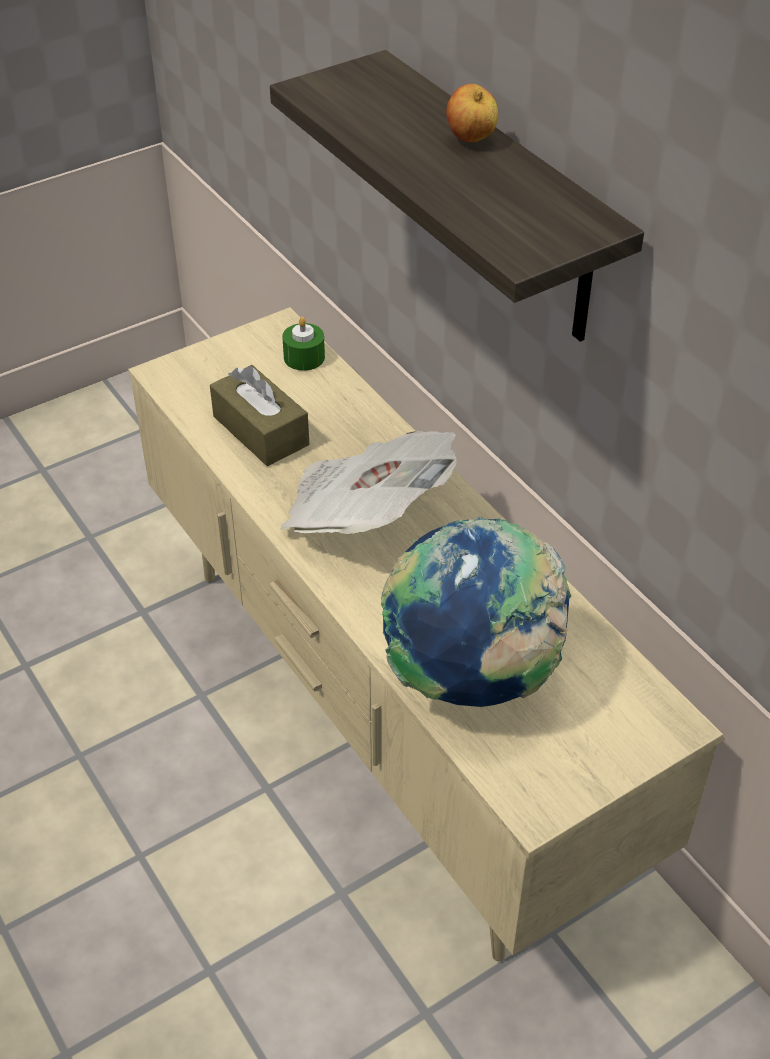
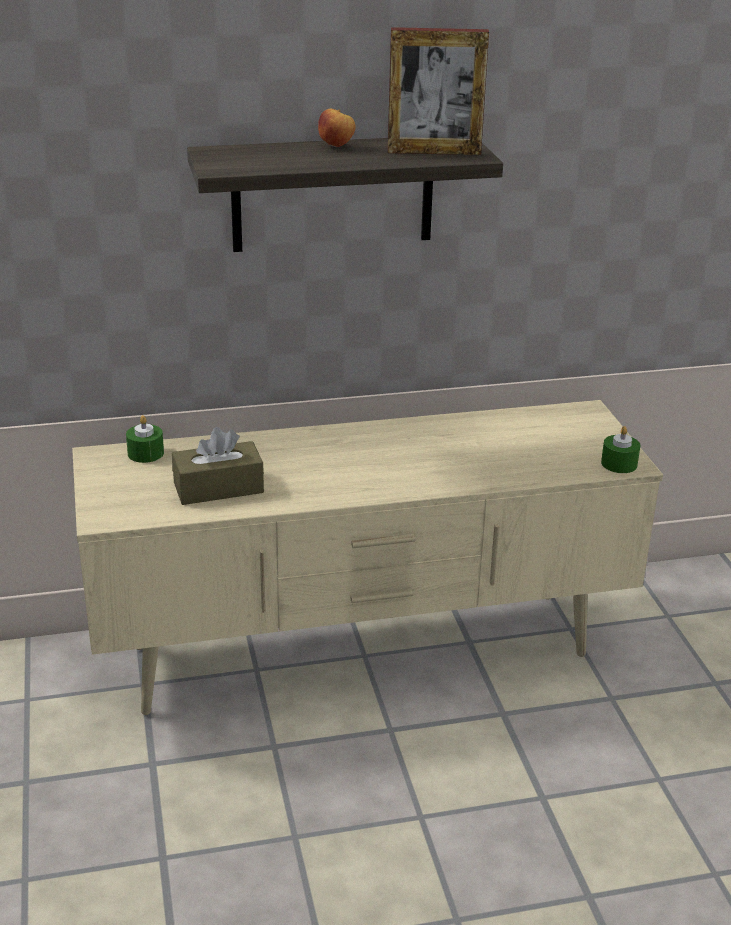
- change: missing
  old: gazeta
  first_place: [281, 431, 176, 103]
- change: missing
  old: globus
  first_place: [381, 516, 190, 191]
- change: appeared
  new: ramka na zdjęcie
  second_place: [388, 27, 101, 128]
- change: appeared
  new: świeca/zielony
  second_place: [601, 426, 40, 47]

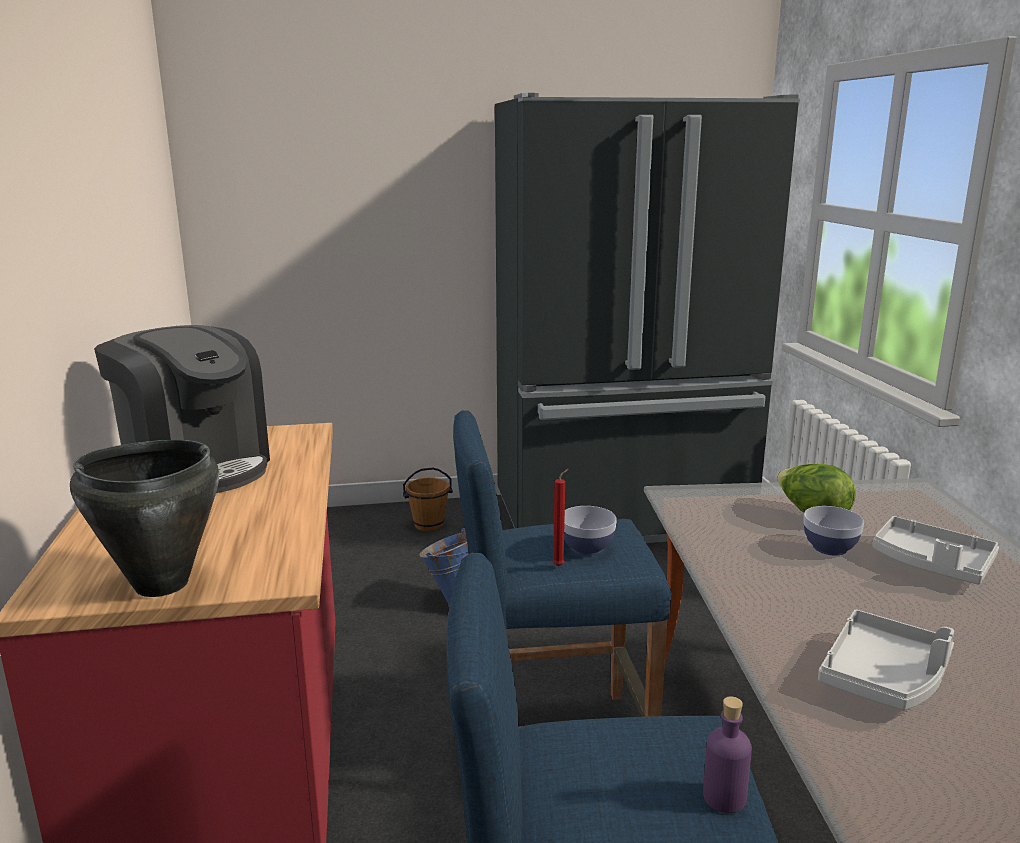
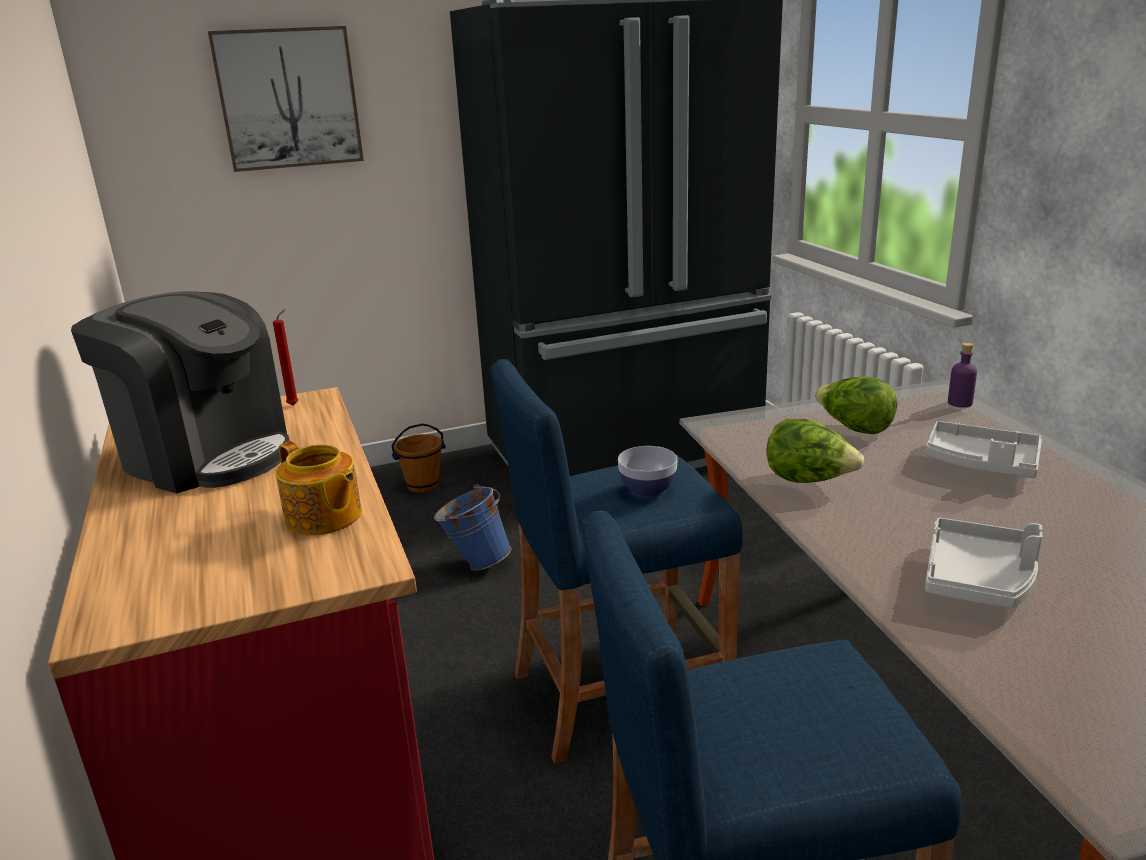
- change: missing
  old: garnek/czarny
  first_place: [70, 440, 149, 157]
- change: missing
  old: miska
  first_place: [804, 506, 60, 50]
- change: appeared
  new: obraz
  second_place: [208, 26, 156, 146]
- change: appeared
  new: imbryk
  second_place: [276, 441, 86, 95]
- change: appeared
  new: sałata
  second_place: [767, 419, 97, 64]
- change: relocated
  old: świeca/czerwony
  first_place: [552, 468, 17, 98]
  second_place: [273, 309, 25, 96]
- change: relocated
  old: butelka/fioletowy
  first_place: [703, 696, 49, 117]
  second_place: [948, 343, 29, 65]

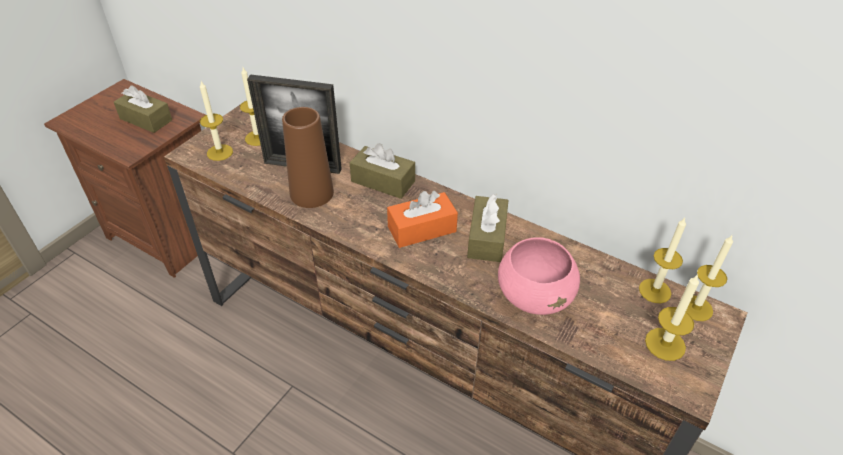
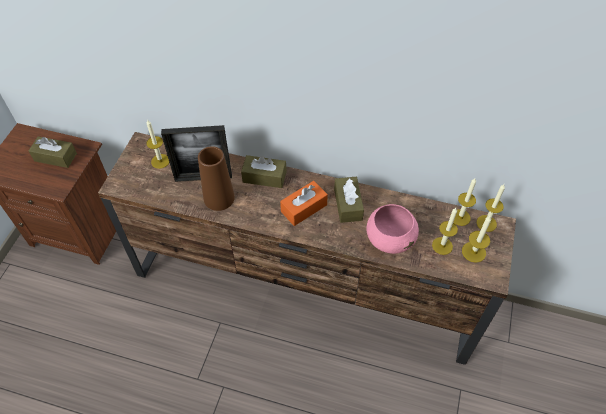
- change: relocated
  old: świeca
  first_place: [200, 81, 33, 80]
  second_place: [432, 208, 26, 47]

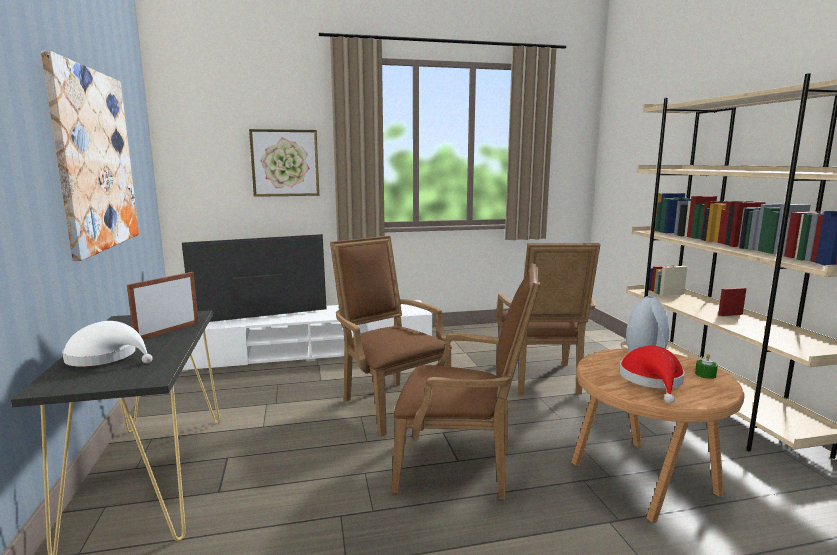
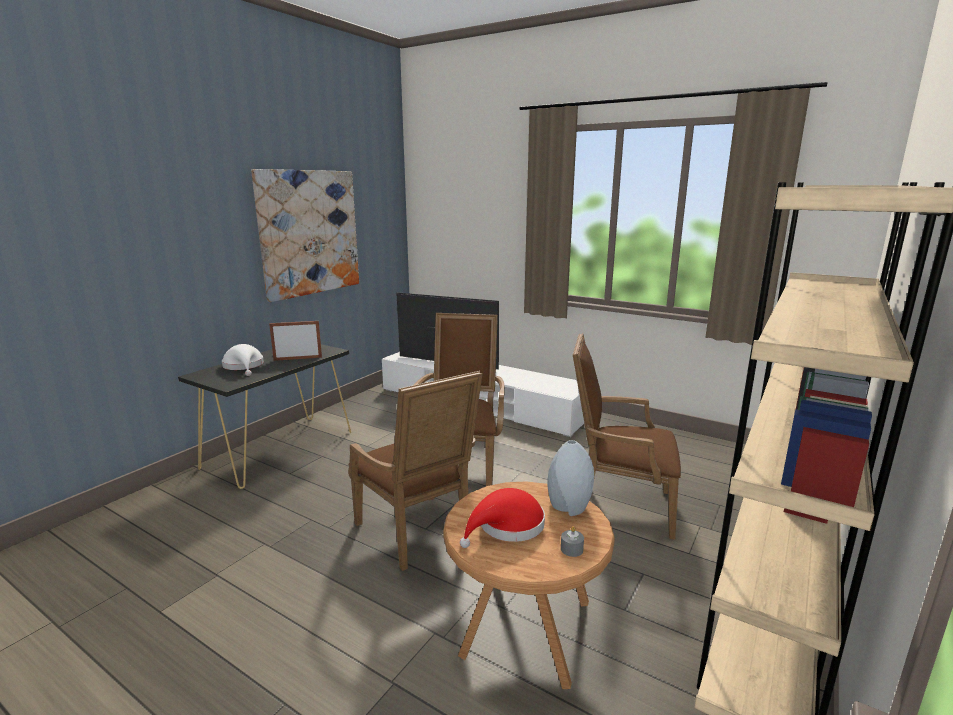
- change: missing
  old: obraz
  first_place: [249, 129, 70, 68]
- change: colour
  old: świeca/zielony
  new: świeca/szary
  first_place: [695, 354, 23, 25]
  second_place: [561, 526, 23, 31]
- change: spun
  old: fotel/brązowy
  first_place: [496, 243, 104, 152]
  second_place: [573, 333, 108, 207]
  degrees: 60

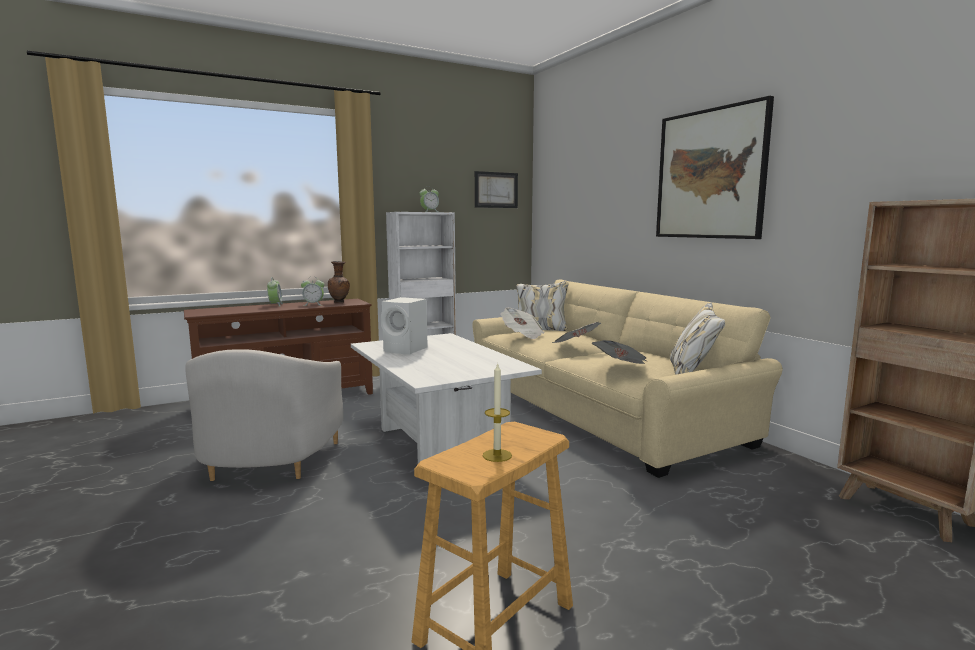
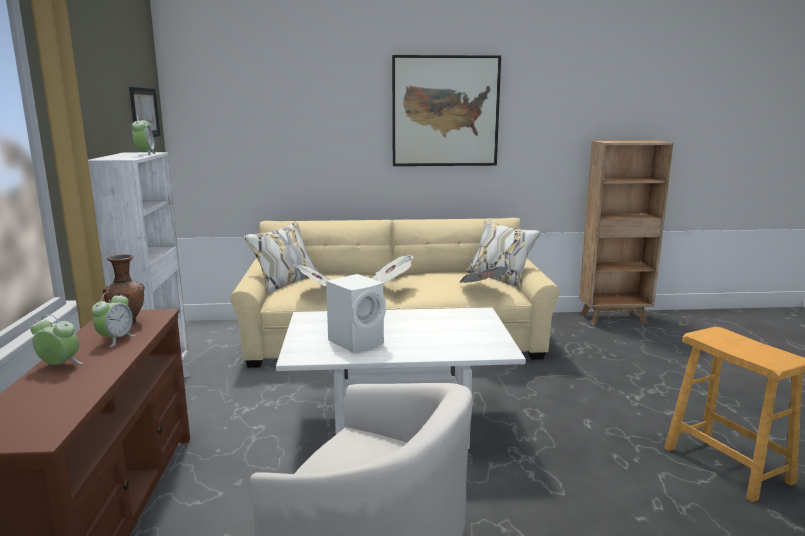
- change: missing
  old: świeca
  first_place: [483, 362, 29, 100]

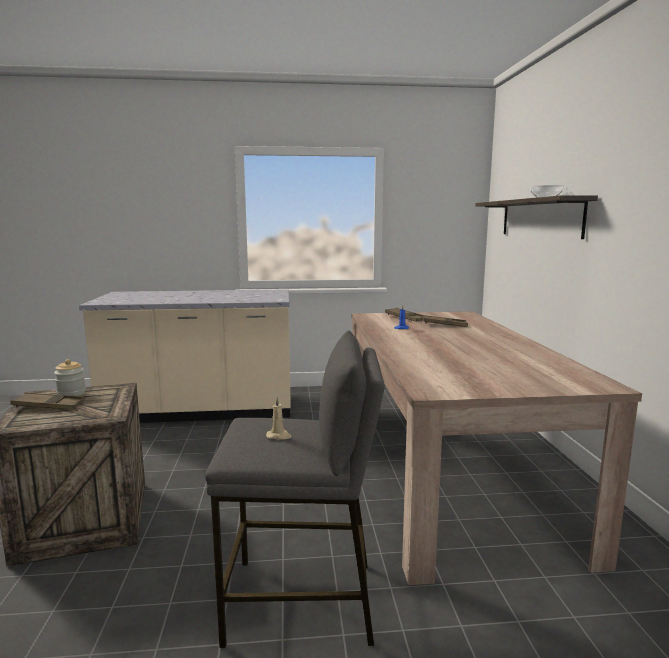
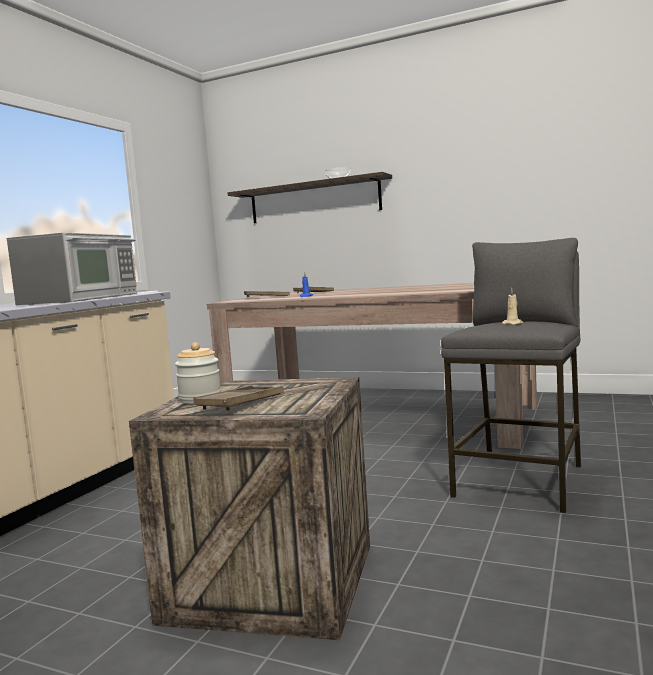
- change: appeared
  new: mikrofalówka
  second_place: [7, 233, 130, 72]

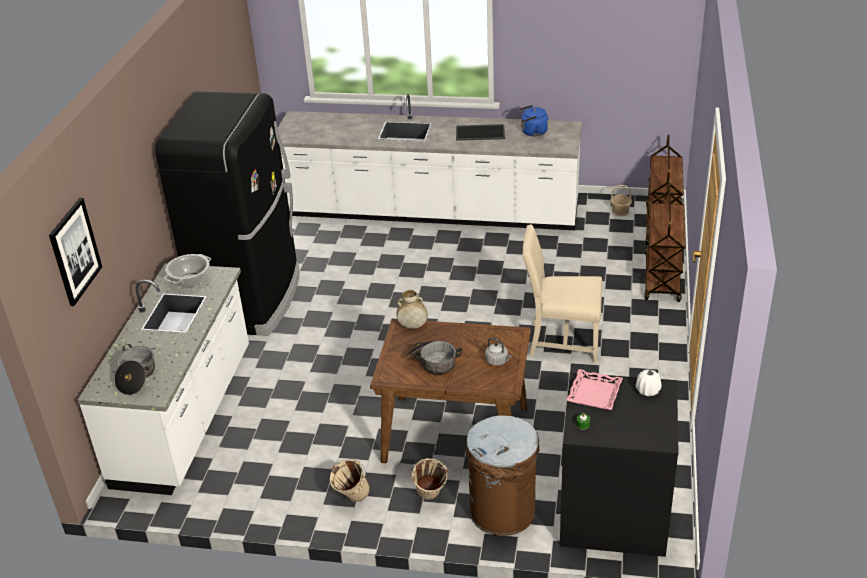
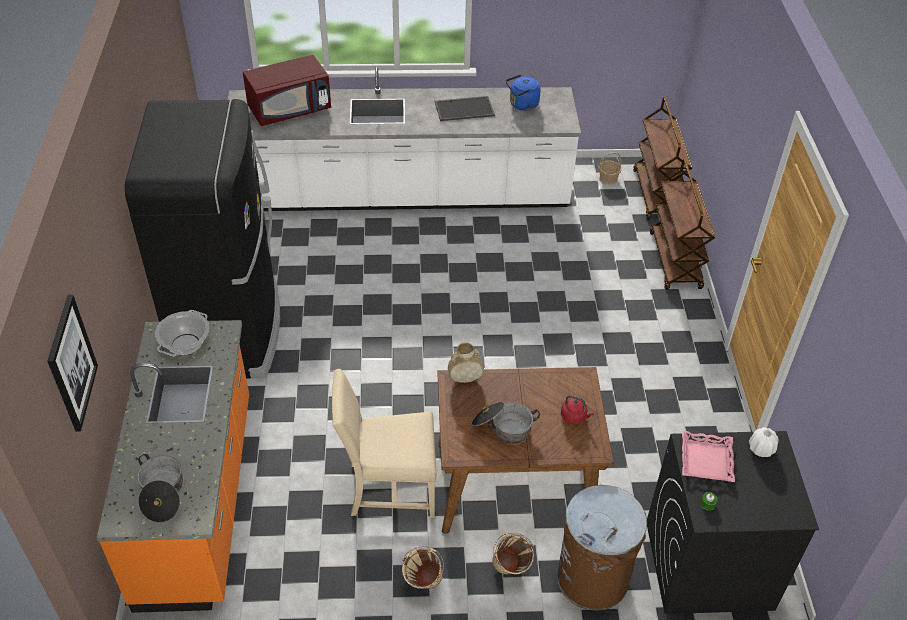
- change: appeared
  new: mikrofalówka/czerwony
  second_place: [243, 55, 88, 71]
- change: relocated
  old: krzesło/beżowy
  first_place: [522, 224, 80, 138]
  second_place: [332, 369, 105, 149]
- change: colour
  old: zabudowa kuchenna/biały
  new: zabudowa kuchenna/pomarańczowy
  first_place: [78, 263, 171, 232]
  second_place: [97, 320, 152, 293]
- change: colour
  old: czajnik/szary
  new: czajnik/czerwony
  first_place: [485, 338, 27, 28]
  second_place: [561, 395, 33, 29]

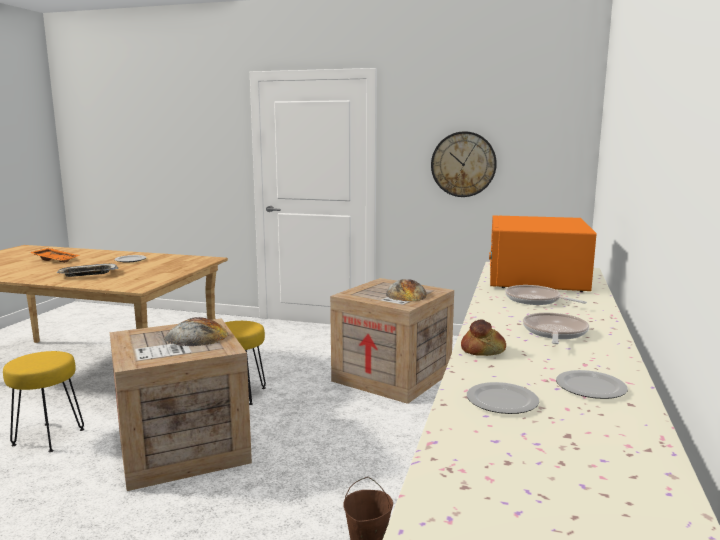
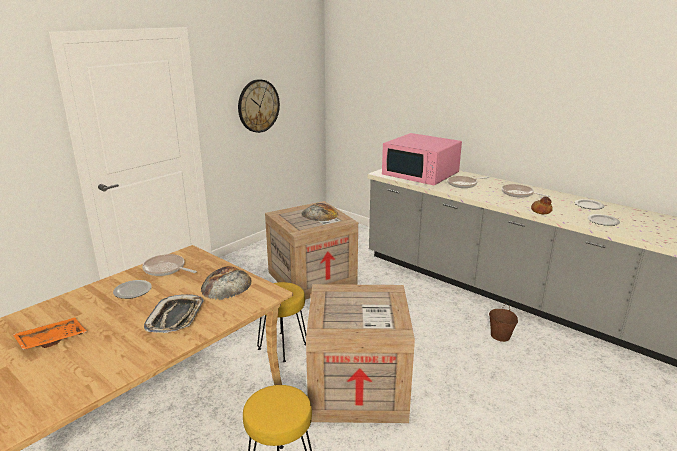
- change: appeared
  new: patelnia
  second_place: [142, 254, 55, 22]
- change: relocated
  old: chleb
  first_place: [164, 317, 64, 29]
  second_place: [201, 266, 51, 34]
- change: colour
  old: mikrofalówka/pomarańczowy
  new: mikrofalówka/różowy
  first_place: [489, 215, 107, 77]
  second_place: [382, 133, 80, 52]

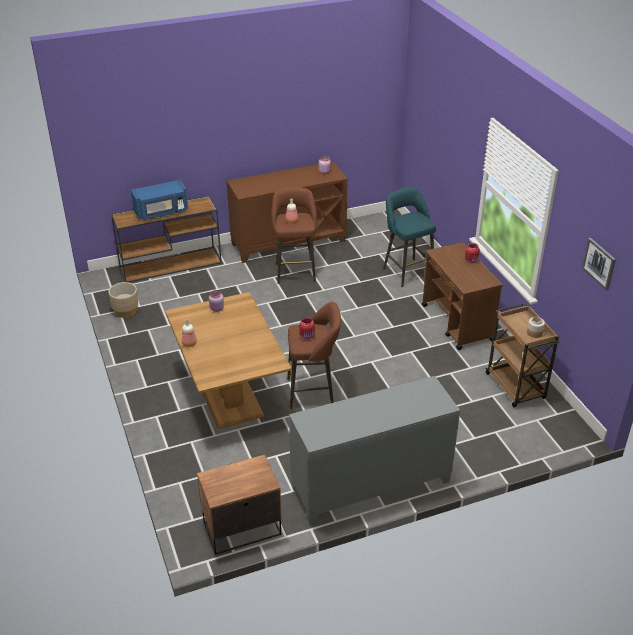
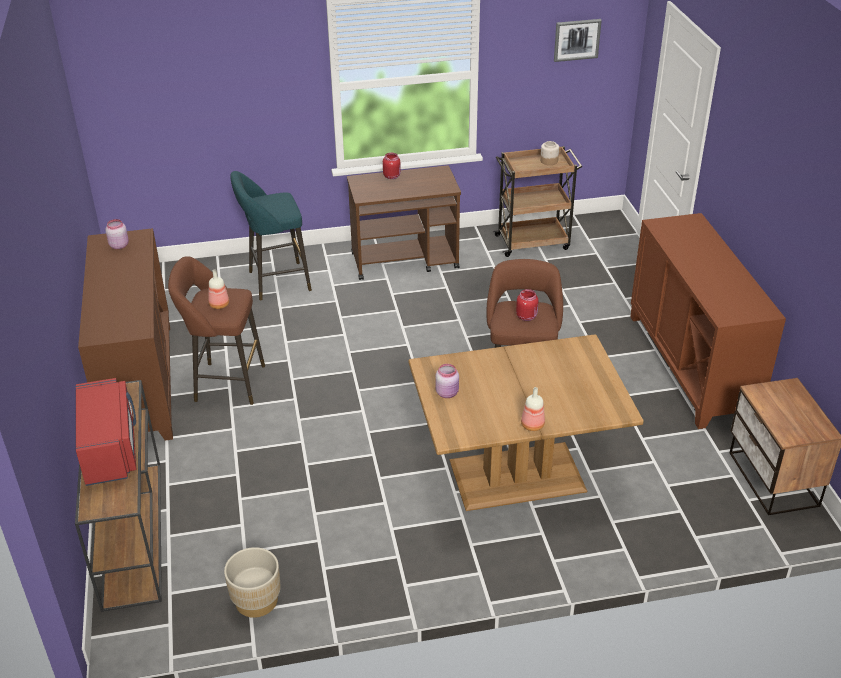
- change: colour
  old: mikrofalówka/niebieski
  new: mikrofalówka/czerwony
  first_place: [131, 180, 57, 40]
  second_place: [76, 378, 60, 108]
- change: colour
  old: szafka/szary
  new: szafka/brązowy
  first_place: [289, 376, 171, 148]
  second_place: [630, 213, 156, 216]

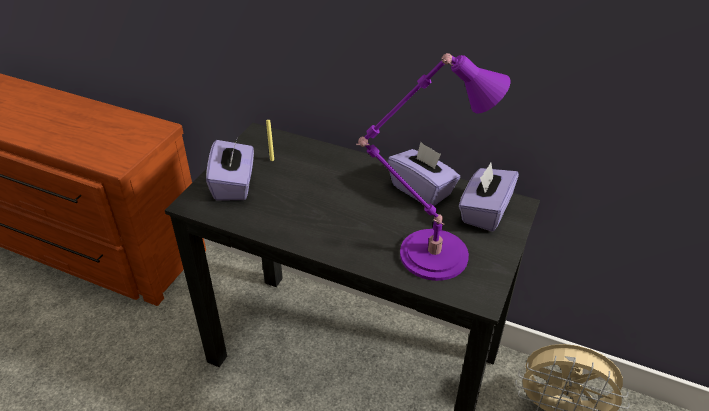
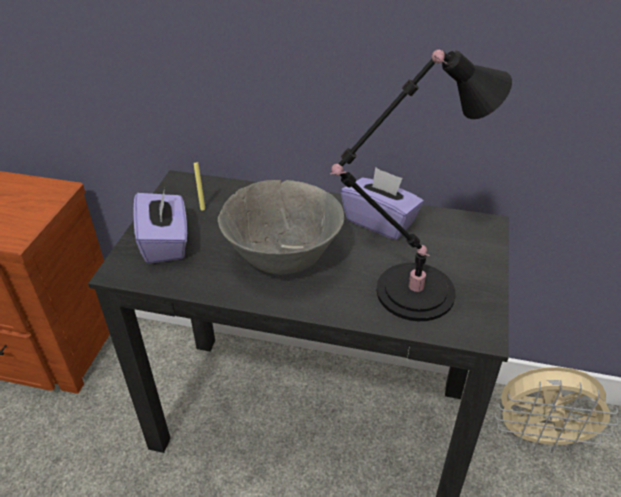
- change: missing
  old: pudełko chusteczek/fioletowy
  first_place: [459, 163, 60, 69]
- change: appeared
  new: miska/szary
  second_place: [218, 180, 126, 95]
- change: colour
  old: lampa stołowa/fioletowy
  new: lampa stołowa/czarny
  first_place: [356, 53, 155, 228]
  second_place: [330, 50, 182, 271]

